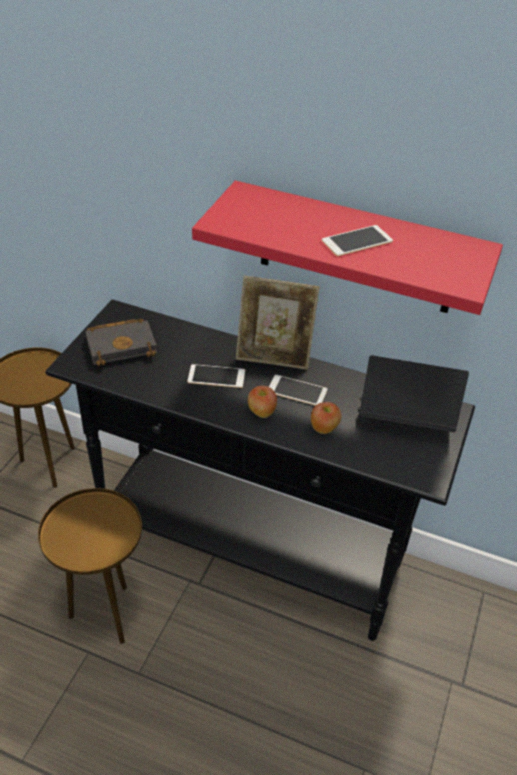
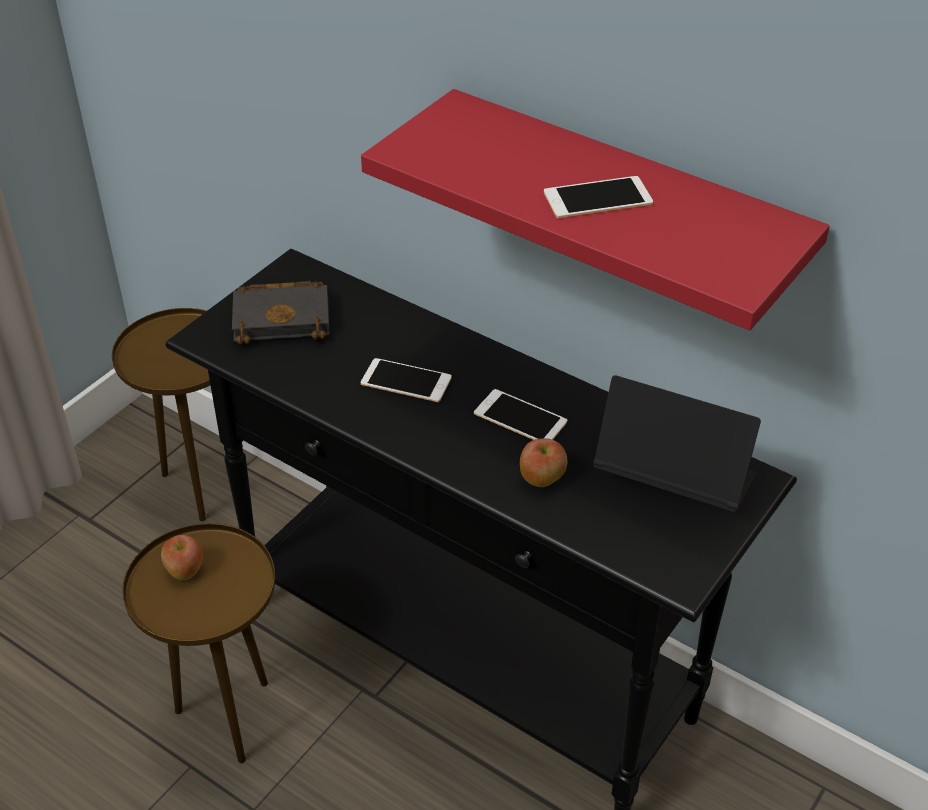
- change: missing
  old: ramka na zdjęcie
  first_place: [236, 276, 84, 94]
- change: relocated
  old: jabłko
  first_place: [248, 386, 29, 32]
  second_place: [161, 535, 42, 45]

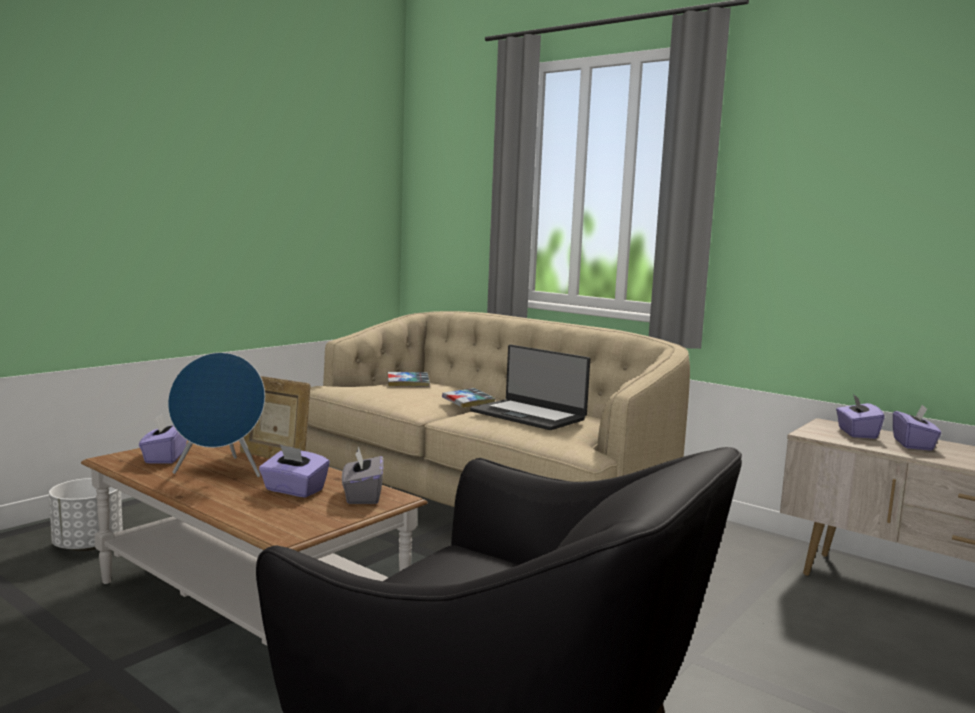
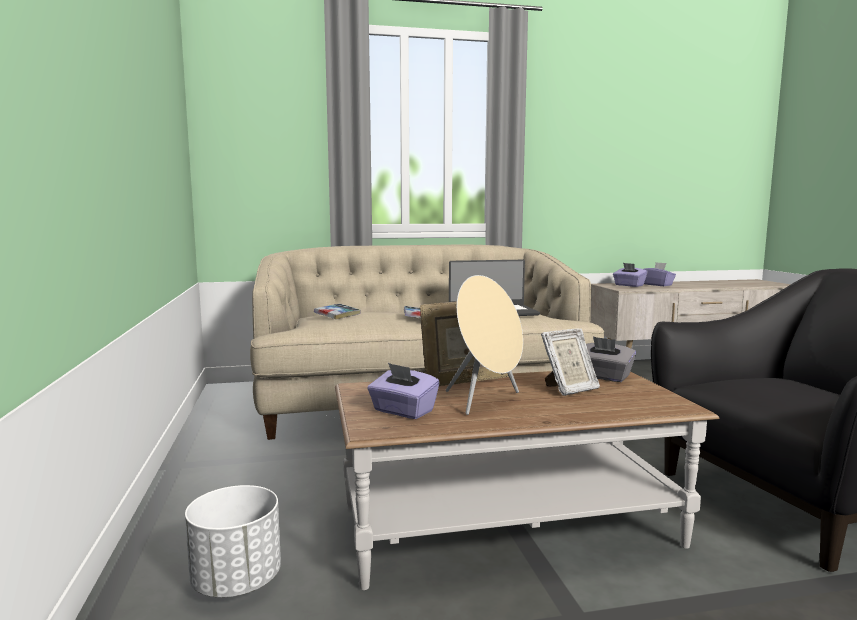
- change: exchanged
  old: pudełko chusteczek/fioletowy
  new: ramka na zdjęcie
  first_place: [259, 444, 71, 54]
  second_place: [541, 328, 59, 68]
- change: colour
  old: głośnik/niebieski
  new: głośnik/beżowy
  first_place: [168, 352, 97, 125]
  second_place: [446, 275, 77, 140]

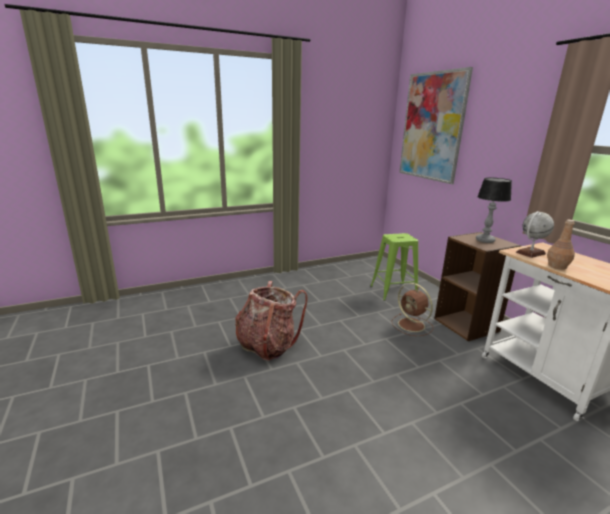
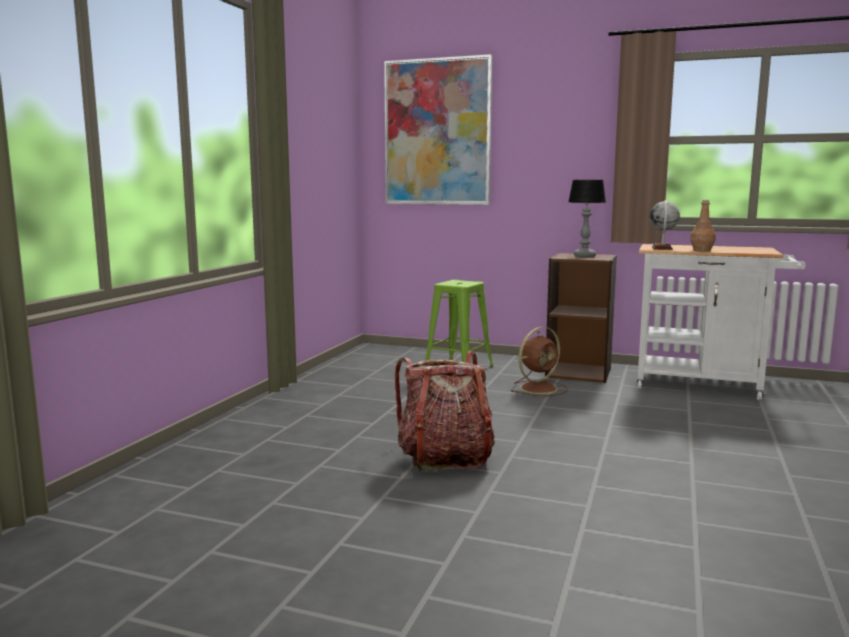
- change: spun
  old: wentylator/brązowy
  first_place: [391, 283, 42, 53]
  second_place: [511, 327, 57, 69]
  degrees: -45

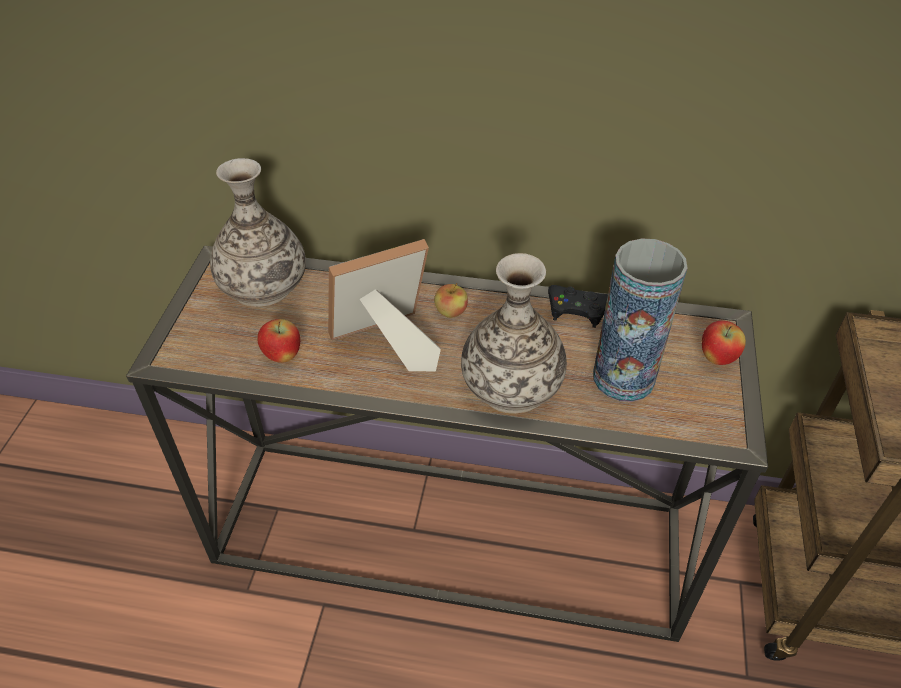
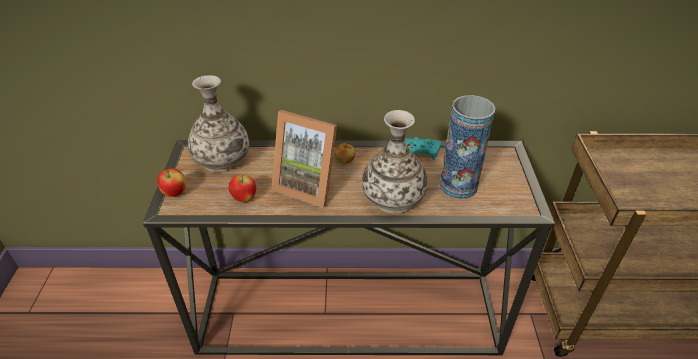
- change: relocated
  old: jabłko
  first_place: [702, 320, 44, 45]
  second_place: [157, 168, 29, 29]
- change: colour
  old: pad do gier/czarny
  new: pad do gier/turkusowy
  first_place: [548, 285, 60, 43]
  second_place: [405, 137, 37, 23]
- change: spun
  old: ramka na zdjęcie
  first_place: [328, 239, 113, 133]
  second_place: [271, 110, 66, 98]
  degrees: -120

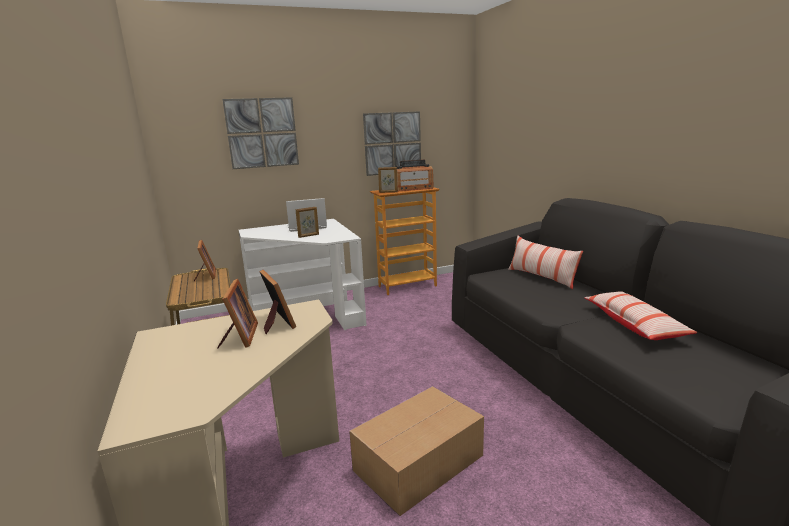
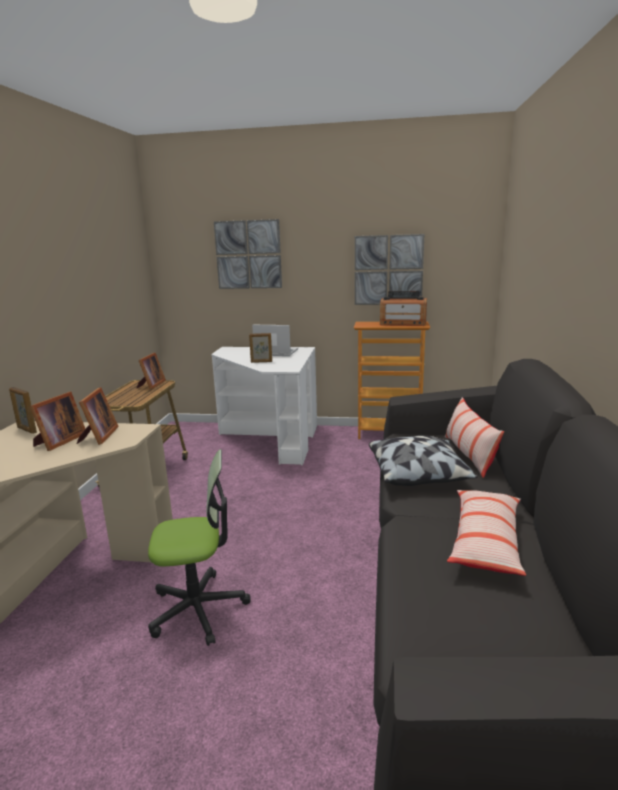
- change: appeared
  new: poduszka
  second_place: [369, 436, 109, 50]
- change: relocated
  old: ramka na zdjęcie
  first_place: [378, 167, 20, 26]
  second_place: [9, 387, 28, 47]
- change: exchanged
  old: karton
  new: krzesło biurowe
  first_place: [349, 386, 135, 130]
  second_place: [148, 449, 103, 197]

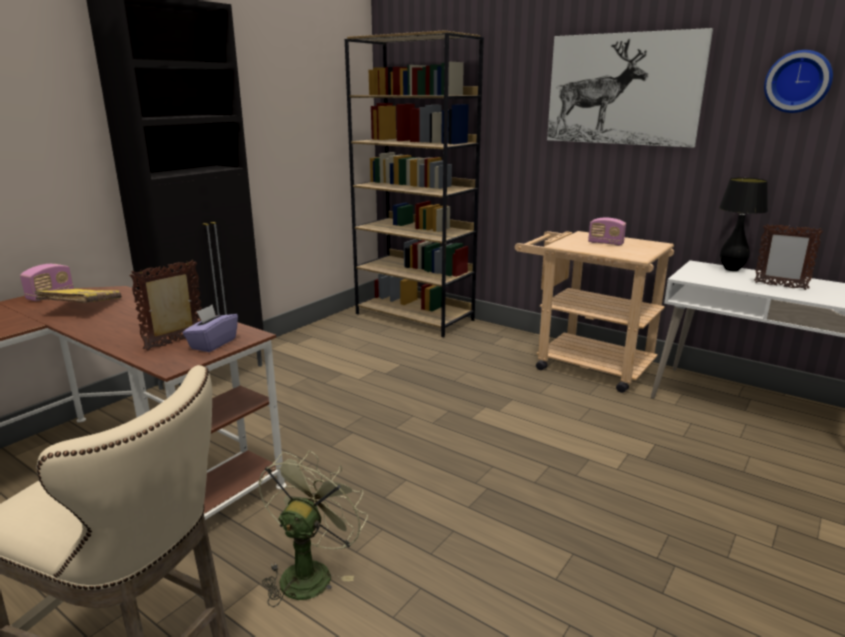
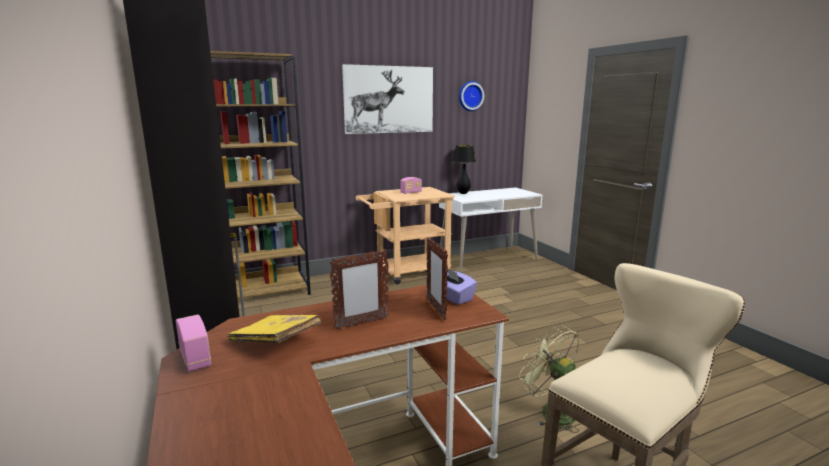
- change: relocated
  old: ramka na zdjęcie
  first_place: [754, 224, 69, 66]
  second_place: [329, 249, 60, 81]

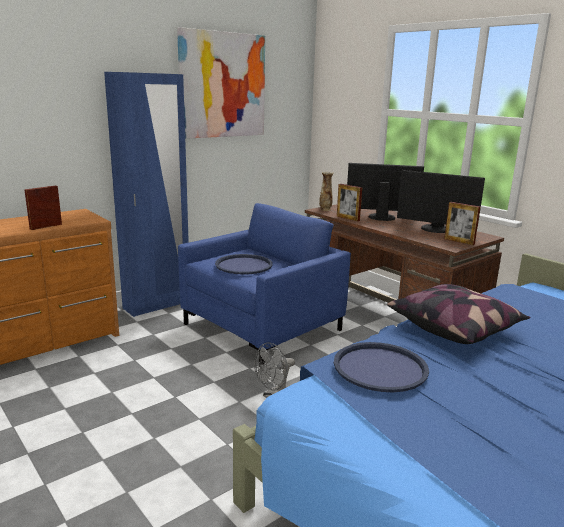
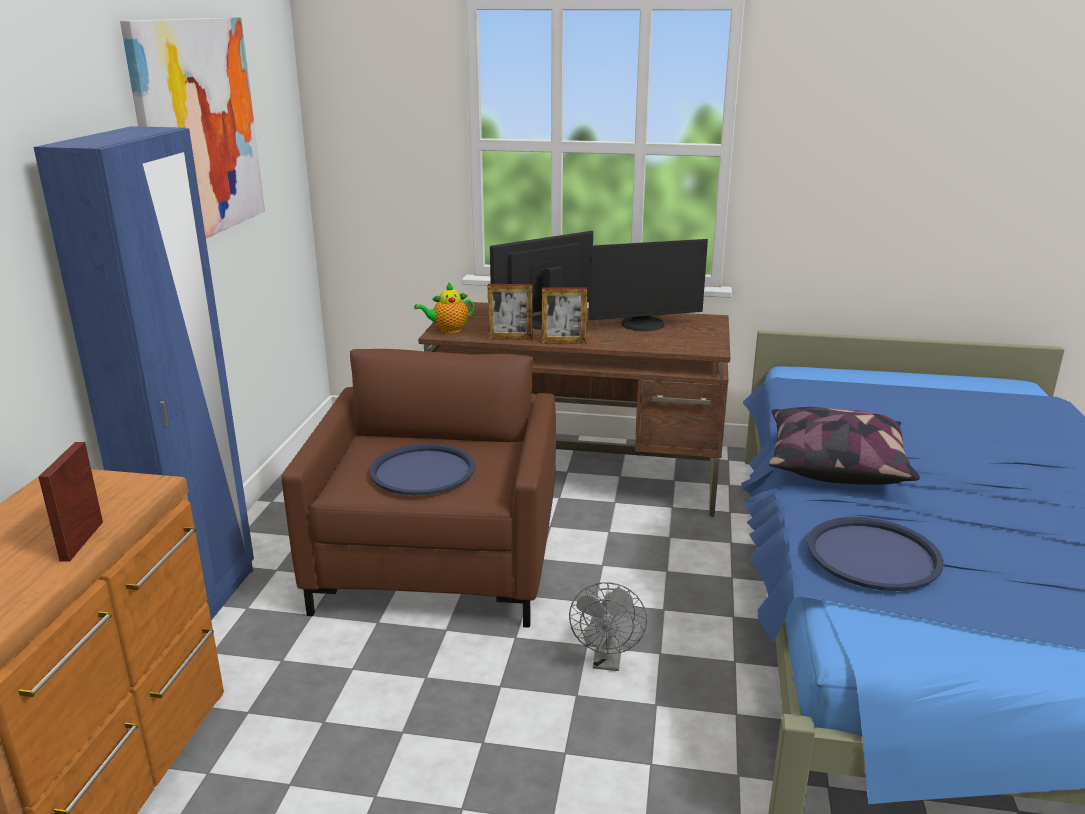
- change: relocated
  old: ramka na zdjęcie
  first_place: [444, 202, 36, 43]
  second_place: [542, 287, 45, 57]
- change: exchanged
  old: wazon
  new: imbryk
  first_place: [319, 172, 15, 39]
  second_place: [414, 282, 61, 51]
- change: colour
  old: fotel/niebieski
  new: fotel/brązowy
  first_place: [178, 203, 173, 163]
  second_place: [281, 349, 275, 279]

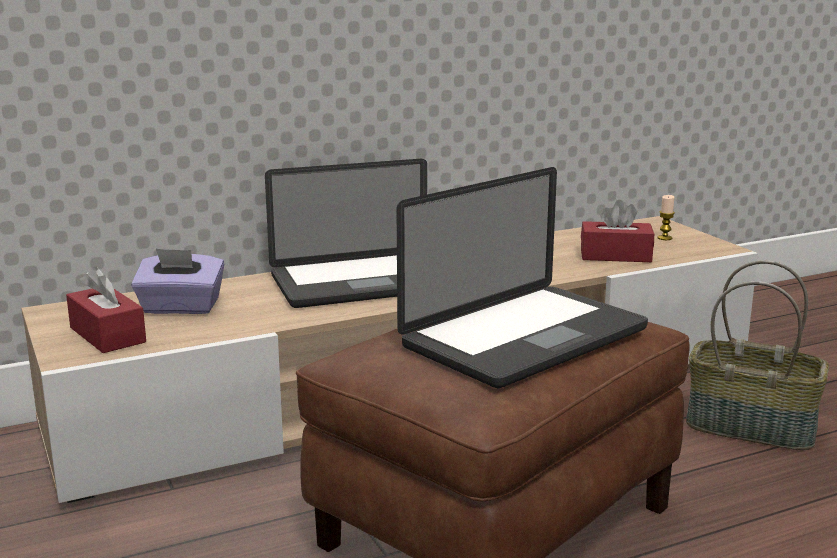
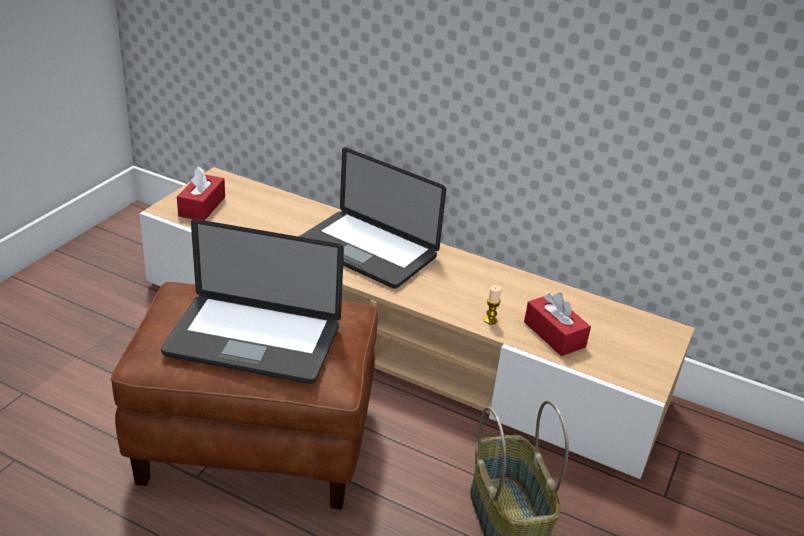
- change: missing
  old: pudełko chusteczek/fioletowy
  first_place: [131, 248, 93, 66]
- change: relocated
  old: świeca
  first_place: [658, 195, 17, 45]
  second_place: [484, 285, 17, 39]

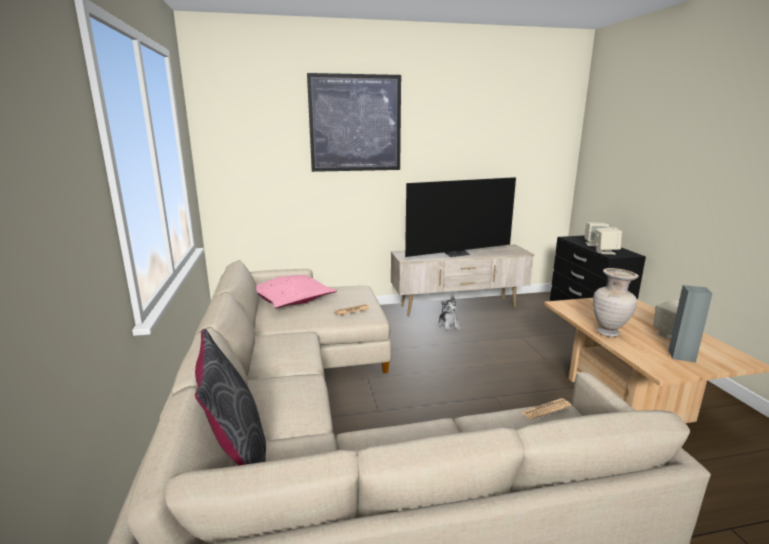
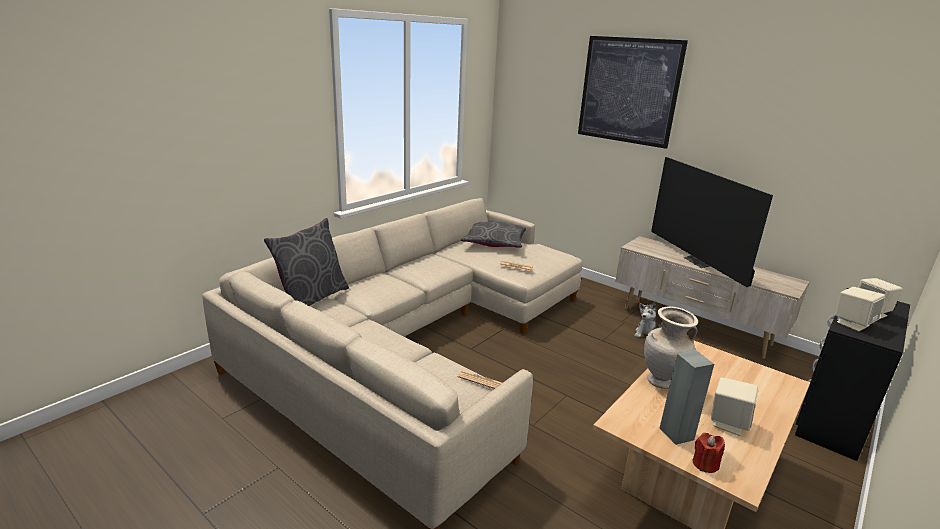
- change: appeared
  new: świeca/czerwony
  second_place: [693, 433, 32, 40]
- change: colour
  old: poduszka/różowy
  new: poduszka/szary
  first_place: [256, 275, 81, 33]
  second_place: [461, 221, 65, 27]
- change: spun
  old: telewizor
  first_place: [405, 177, 111, 80]
  second_place: [651, 157, 122, 130]
  degrees: 45

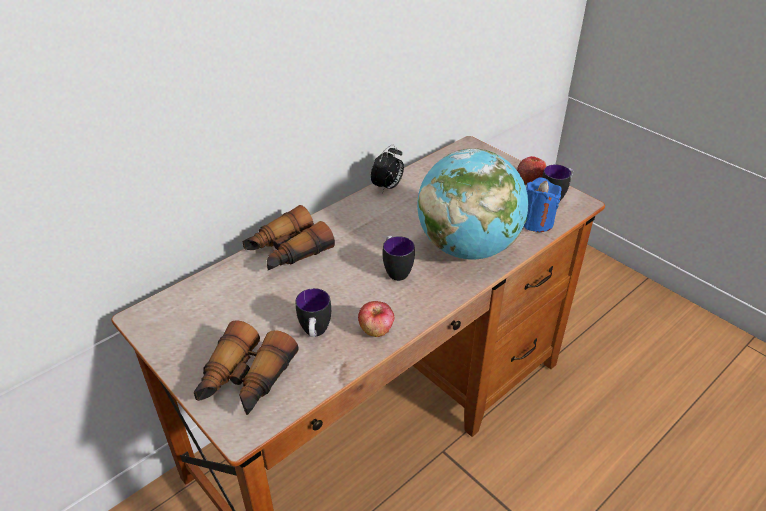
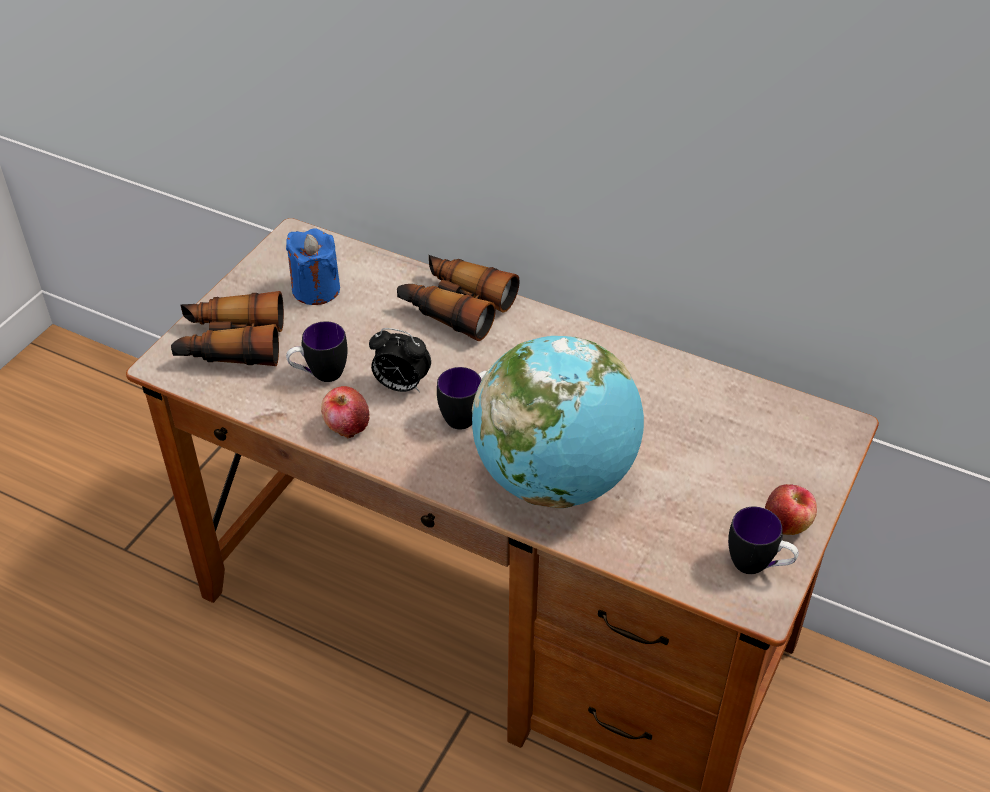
- change: relocated
  old: budzik
  first_place: [371, 145, 33, 48]
  second_place: [369, 328, 62, 64]
- change: relocated
  old: świeca/niebieski
  first_place: [524, 177, 38, 55]
  second_place: [286, 228, 54, 77]

